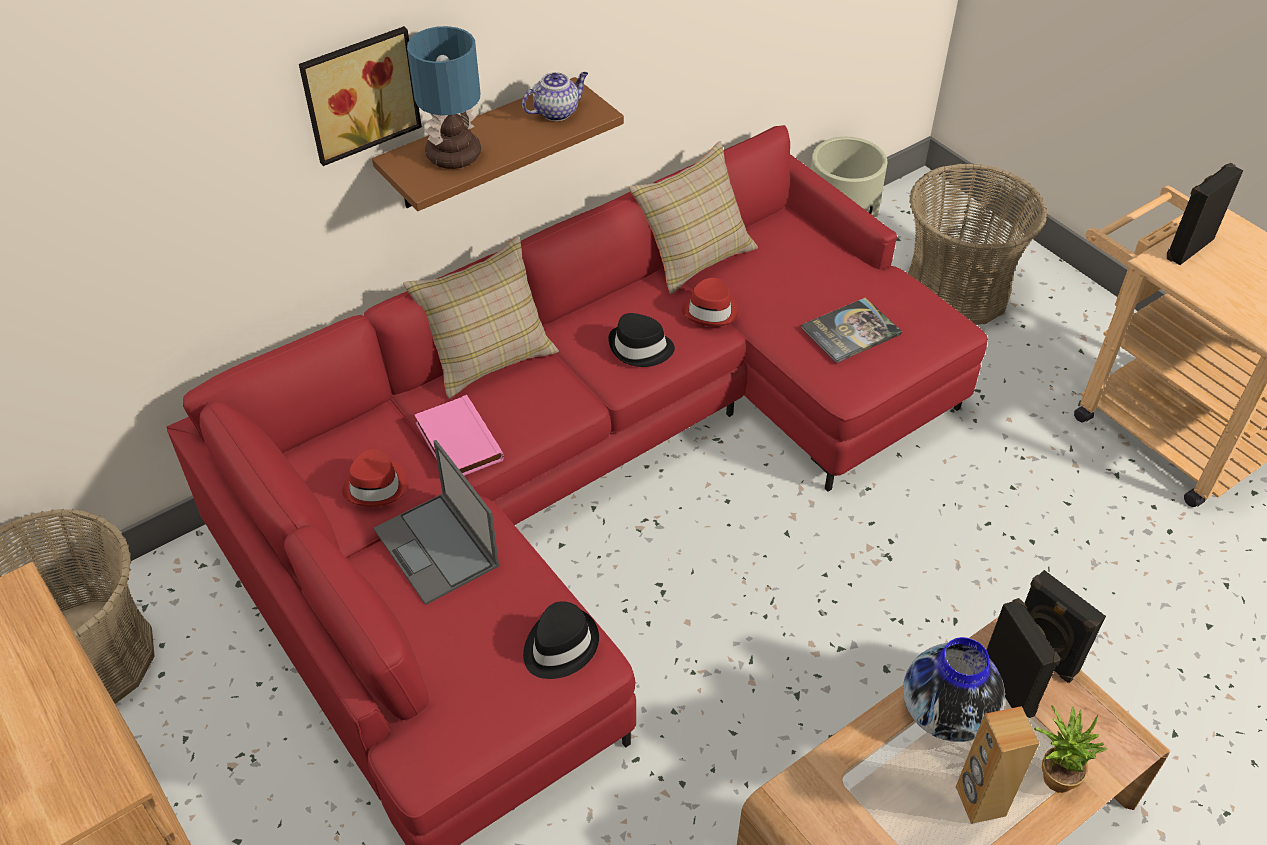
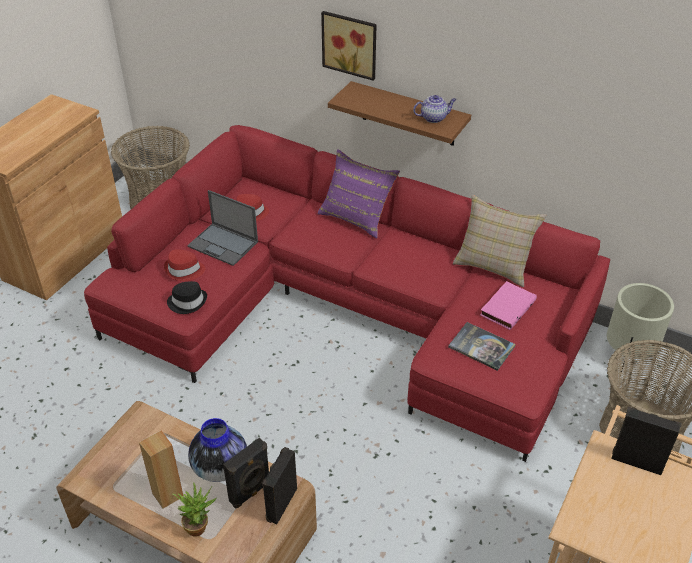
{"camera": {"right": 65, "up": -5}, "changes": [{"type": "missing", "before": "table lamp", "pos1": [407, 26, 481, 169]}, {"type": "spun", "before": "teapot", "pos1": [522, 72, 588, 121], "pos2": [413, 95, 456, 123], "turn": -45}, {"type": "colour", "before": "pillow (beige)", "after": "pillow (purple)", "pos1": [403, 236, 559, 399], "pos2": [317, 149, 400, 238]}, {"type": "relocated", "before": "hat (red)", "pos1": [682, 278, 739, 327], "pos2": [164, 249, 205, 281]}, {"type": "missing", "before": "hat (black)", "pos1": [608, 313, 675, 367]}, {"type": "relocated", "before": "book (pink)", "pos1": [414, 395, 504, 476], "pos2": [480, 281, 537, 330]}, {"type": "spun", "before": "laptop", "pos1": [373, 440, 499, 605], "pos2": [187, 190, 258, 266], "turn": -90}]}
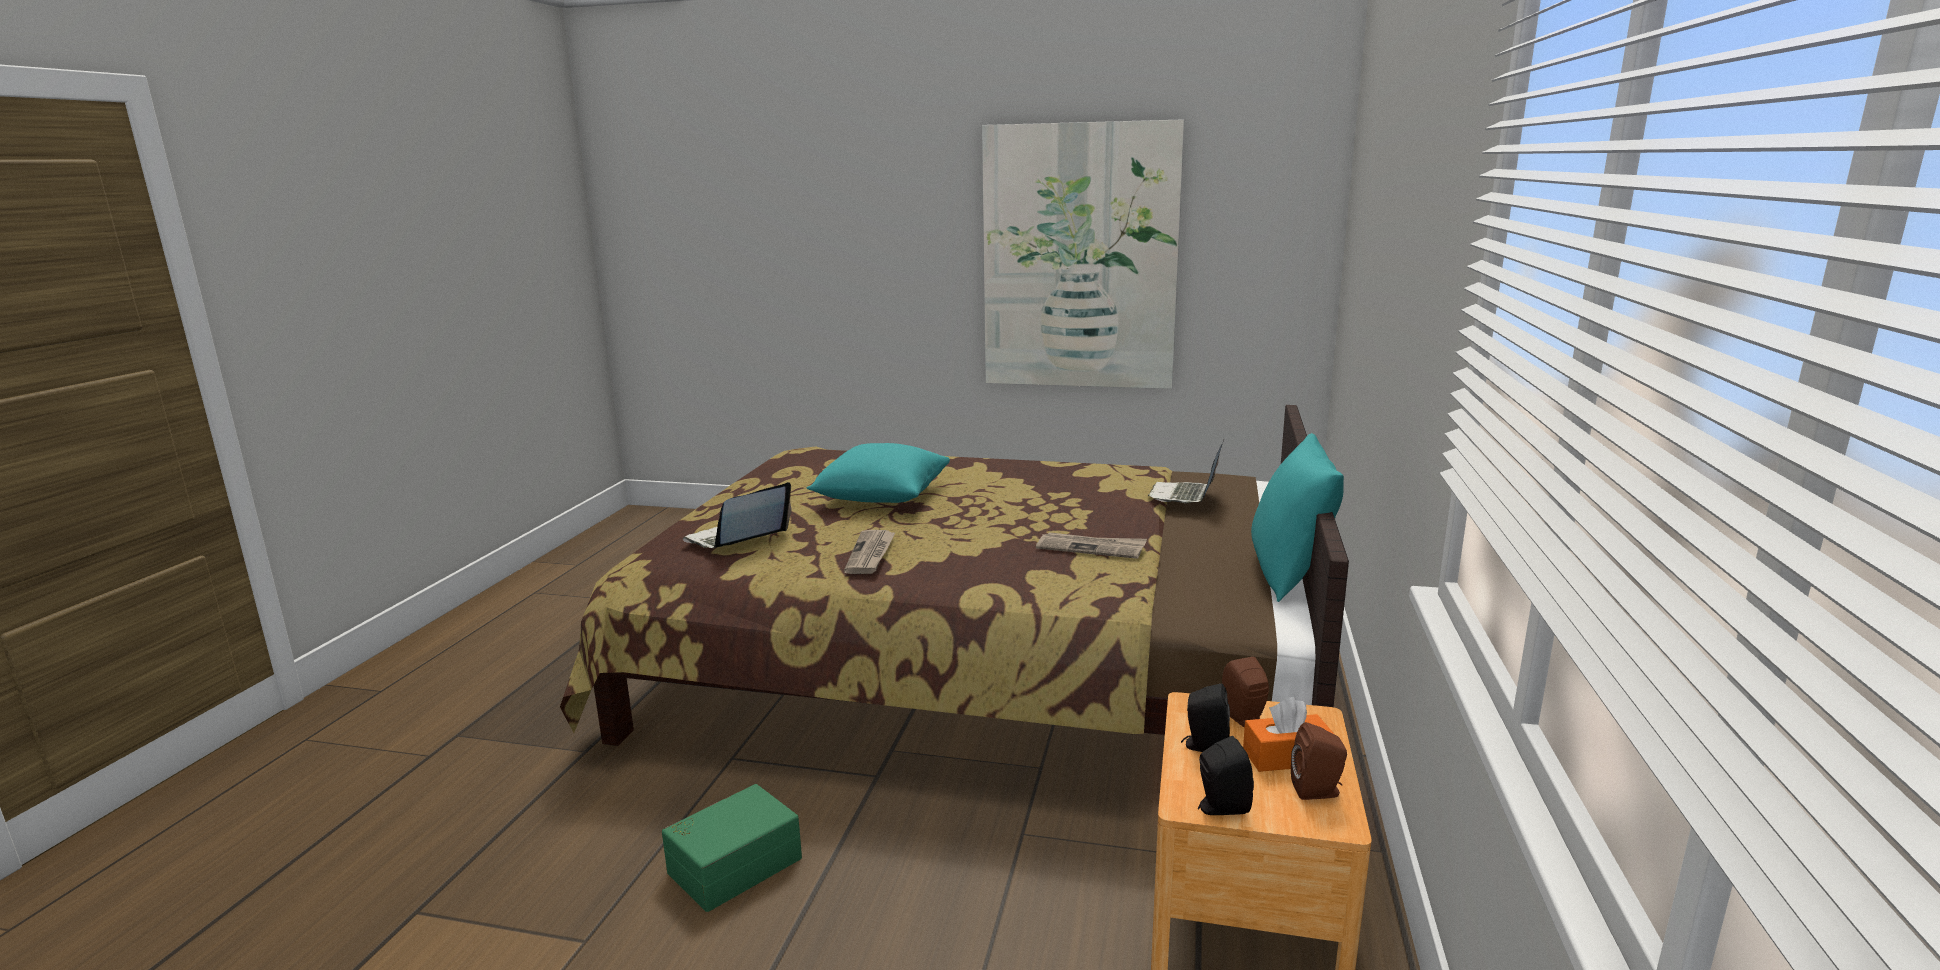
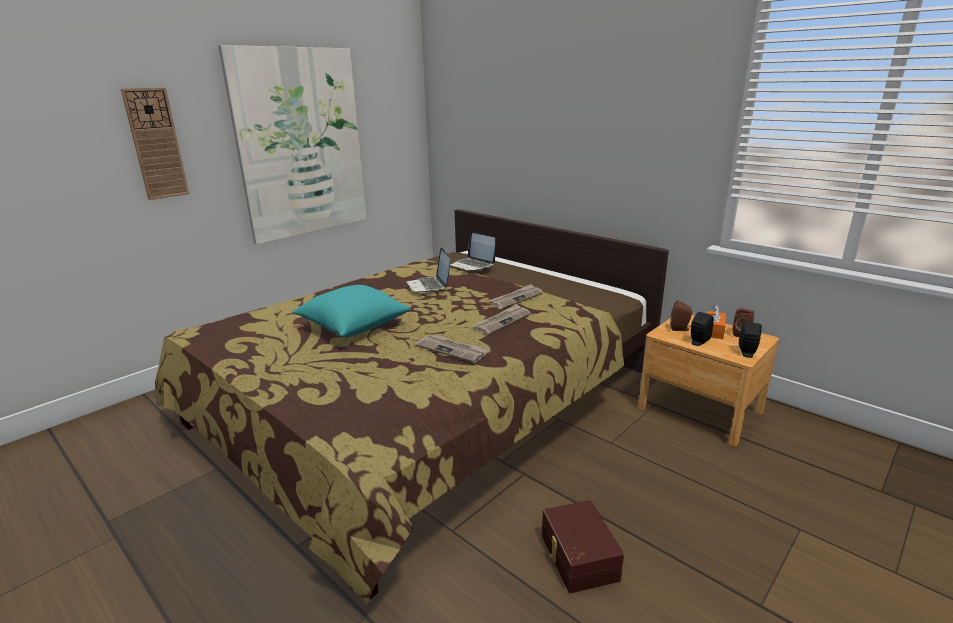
{"camera": {"right": -60, "up": 5}, "changes": [{"type": "missing", "before": "pillow (turquoise)", "pos1": [1251, 433, 1344, 602]}, {"type": "relocated", "before": "laptop", "pos1": [683, 482, 792, 548], "pos2": [405, 247, 450, 293]}, {"type": "colour", "before": "storage box (green)", "after": "storage box (brown)", "pos1": [662, 784, 802, 912], "pos2": [542, 500, 624, 593]}, {"type": "appeared", "after": "wall clock", "pos2": [121, 87, 189, 200]}, {"type": "appeared", "after": "newspaper", "pos2": [473, 304, 531, 335]}]}
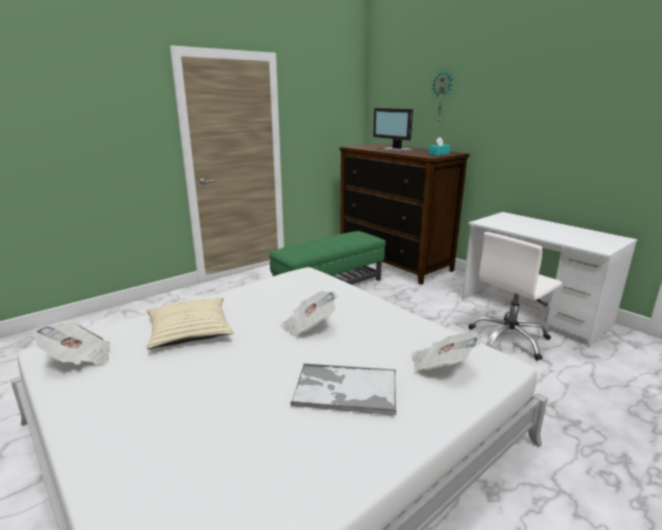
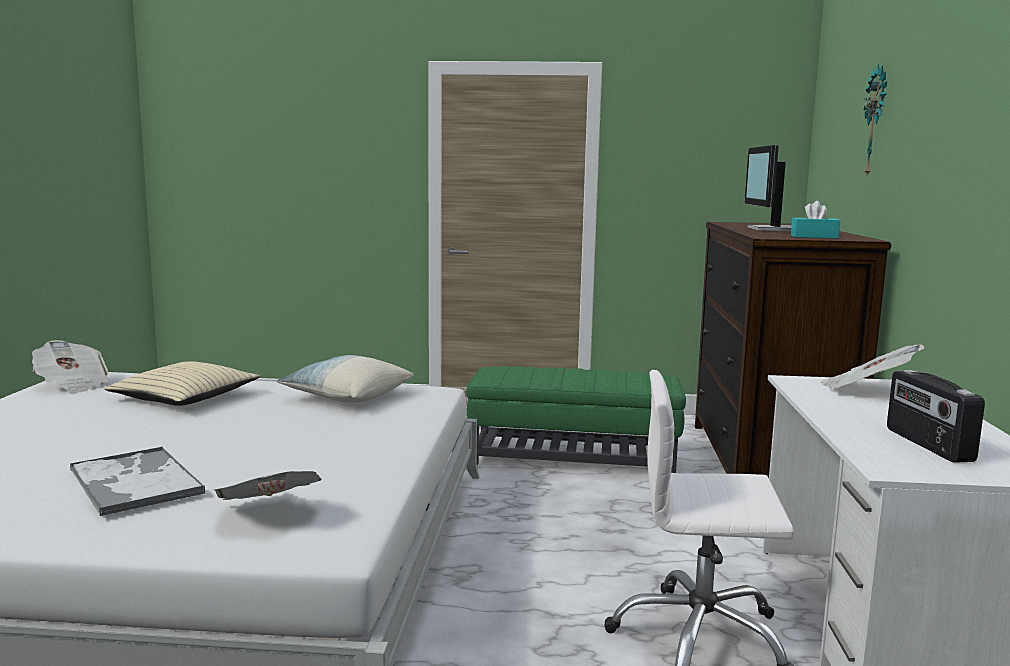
{"camera": {"right": 45, "up": -10}, "changes": [{"type": "relocated", "before": "newspaper", "pos1": [280, 291, 337, 336], "pos2": [821, 345, 924, 389]}, {"type": "appeared", "after": "pillow", "pos2": [276, 355, 413, 403]}, {"type": "appeared", "after": "radio", "pos2": [887, 370, 985, 463]}]}
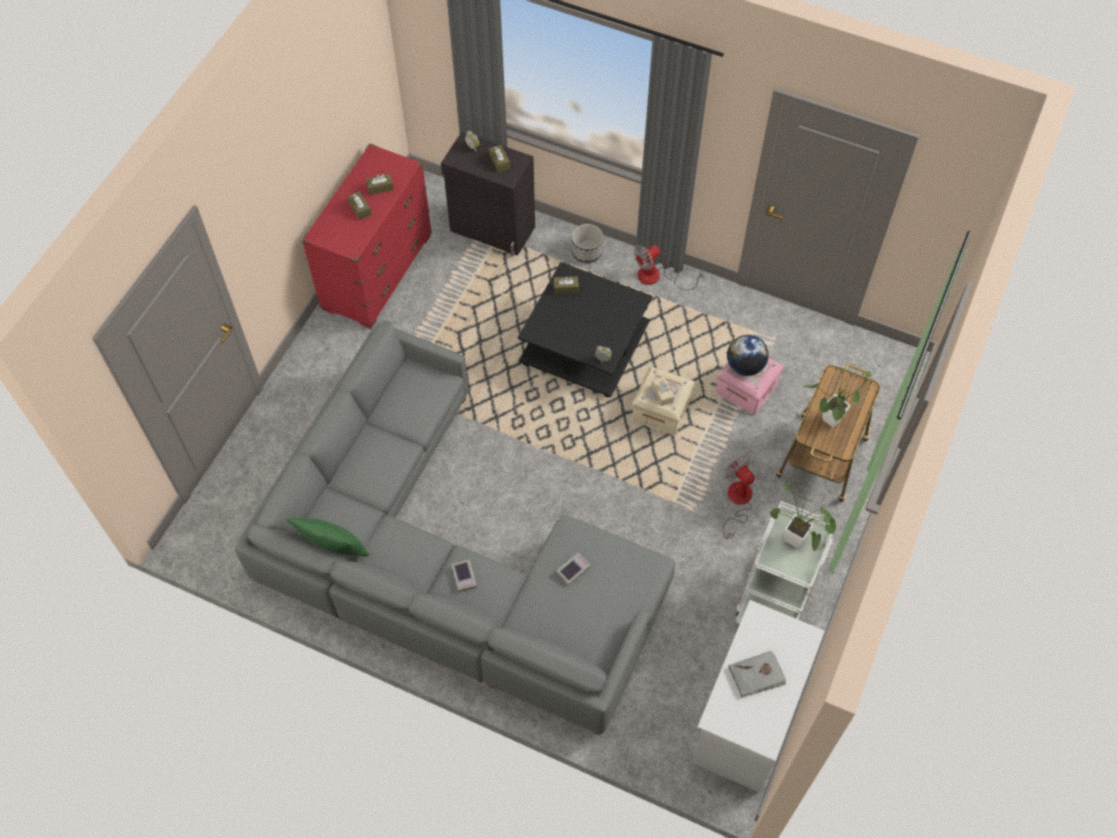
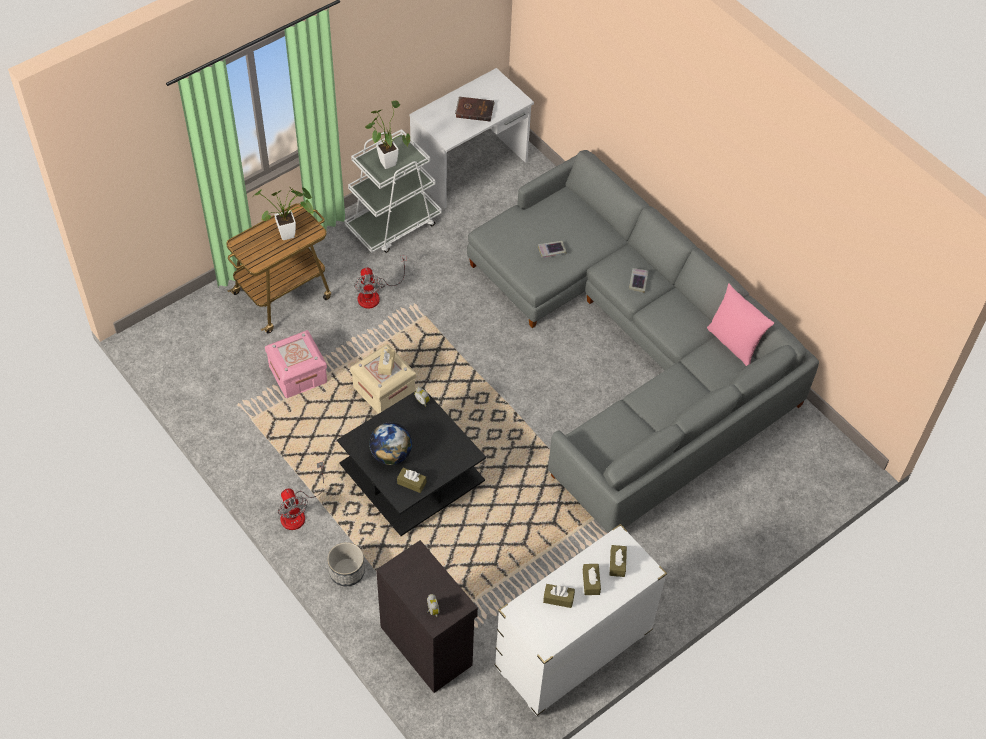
{"camera": {"right": -155, "up": -5}, "changes": [{"type": "colour", "before": "dresser (red)", "after": "dresser (white)", "pos1": [302, 143, 432, 329], "pos2": [495, 524, 667, 716]}, {"type": "relocated", "before": "tissue box (brown)", "pos1": [489, 145, 510, 172], "pos2": [610, 545, 627, 577]}, {"type": "spun", "before": "fan", "pos1": [633, 245, 704, 290], "pos2": [278, 461, 324, 530], "turn": 75}, {"type": "relocated", "before": "globe", "pos1": [727, 335, 769, 376], "pos2": [369, 422, 412, 465]}, {"type": "colour", "before": "pillow (green)", "after": "pillow (pink)", "pos1": [286, 518, 369, 556], "pos2": [707, 284, 774, 366]}, {"type": "colour", "before": "book (grey)", "after": "book (brown)", "pos1": [728, 651, 786, 697], "pos2": [455, 97, 494, 122]}]}
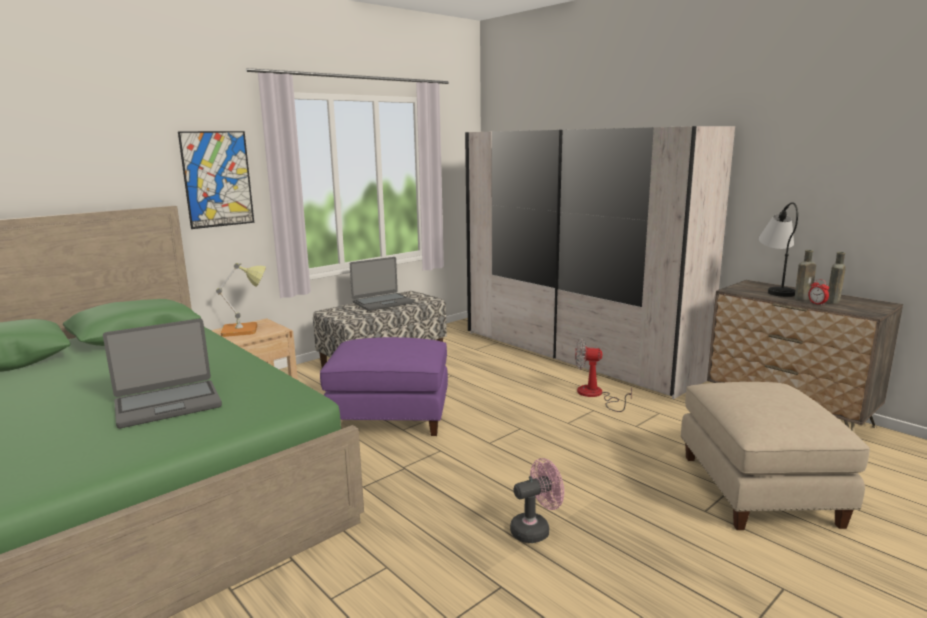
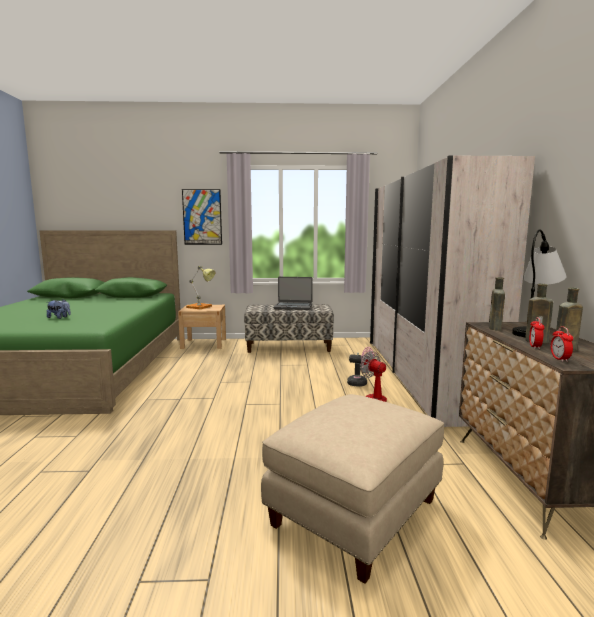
{"camera": {"right": 40, "up": -5}, "changes": [{"type": "exchanged", "before": "laptop", "after": "plush toy", "pos1": [103, 319, 222, 428], "pos2": [46, 299, 71, 319]}, {"type": "missing", "before": "ottoman (purple)", "pos1": [320, 337, 448, 436]}, {"type": "relocated", "before": "fan (pink)", "pos1": [510, 458, 564, 543], "pos2": [347, 347, 374, 387]}, {"type": "appeared", "after": "bottle (brown)", "pos2": [489, 277, 505, 331]}, {"type": "appeared", "after": "alarm clock", "pos2": [551, 326, 573, 362]}]}
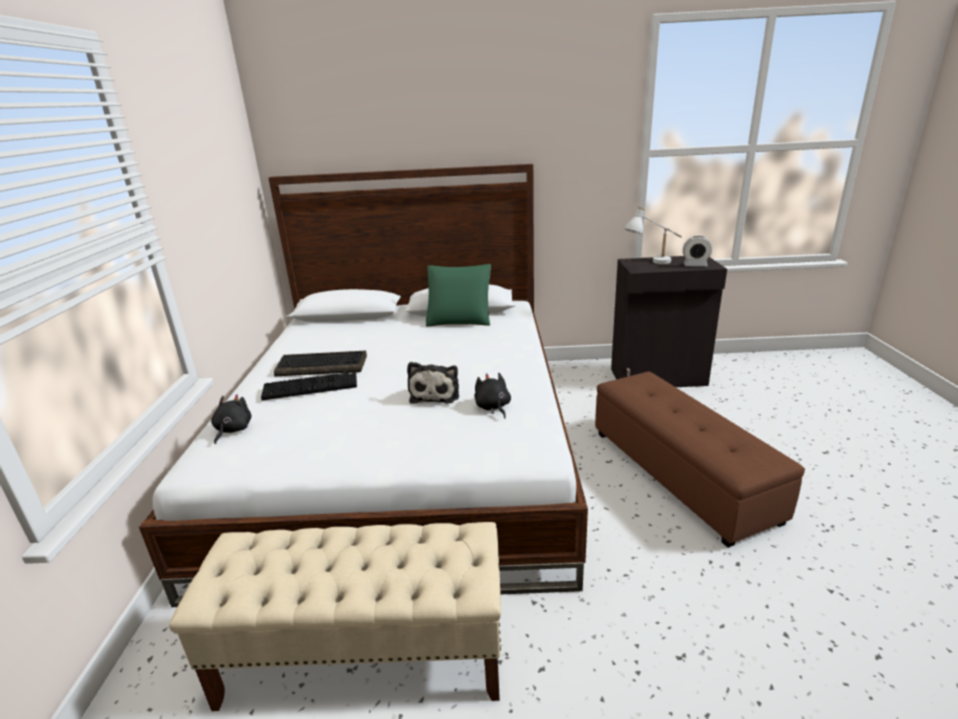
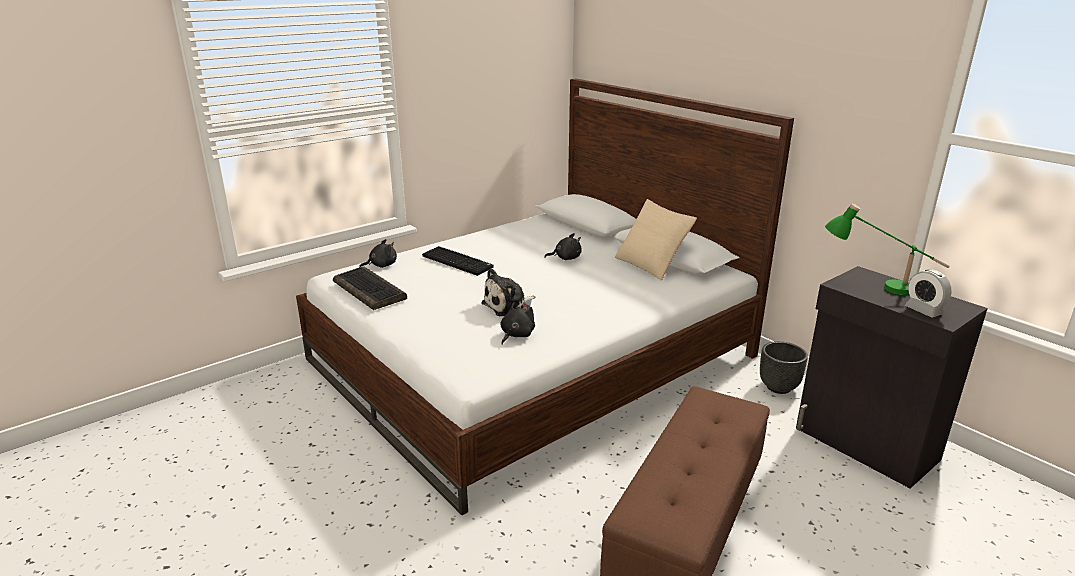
{"camera": {"right": 50, "up": 0}, "changes": [{"type": "colour", "before": "table lamp (white)", "after": "table lamp (green)", "pos1": [624, 207, 682, 264], "pos2": [825, 203, 950, 295]}, {"type": "colour", "before": "pillow (green)", "after": "pillow (beige)", "pos1": [426, 264, 491, 327], "pos2": [615, 199, 697, 280]}, {"type": "relocated", "before": "keyboard", "pos1": [274, 351, 367, 376], "pos2": [333, 267, 407, 310]}, {"type": "missing", "before": "bench (beige)", "pos1": [169, 522, 501, 711]}, {"type": "appeared", "after": "plush toy (black)", "pos2": [544, 233, 582, 260]}, {"type": "appeared", "after": "planter (black)", "pos2": [760, 341, 808, 394]}]}
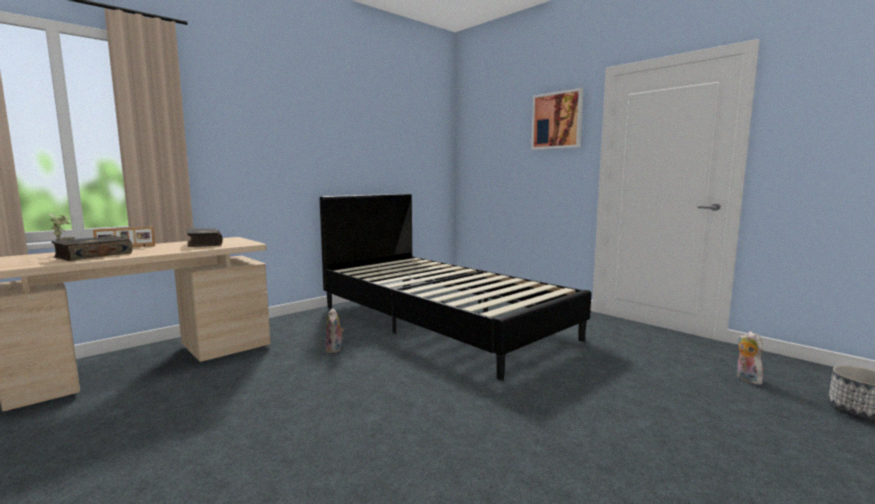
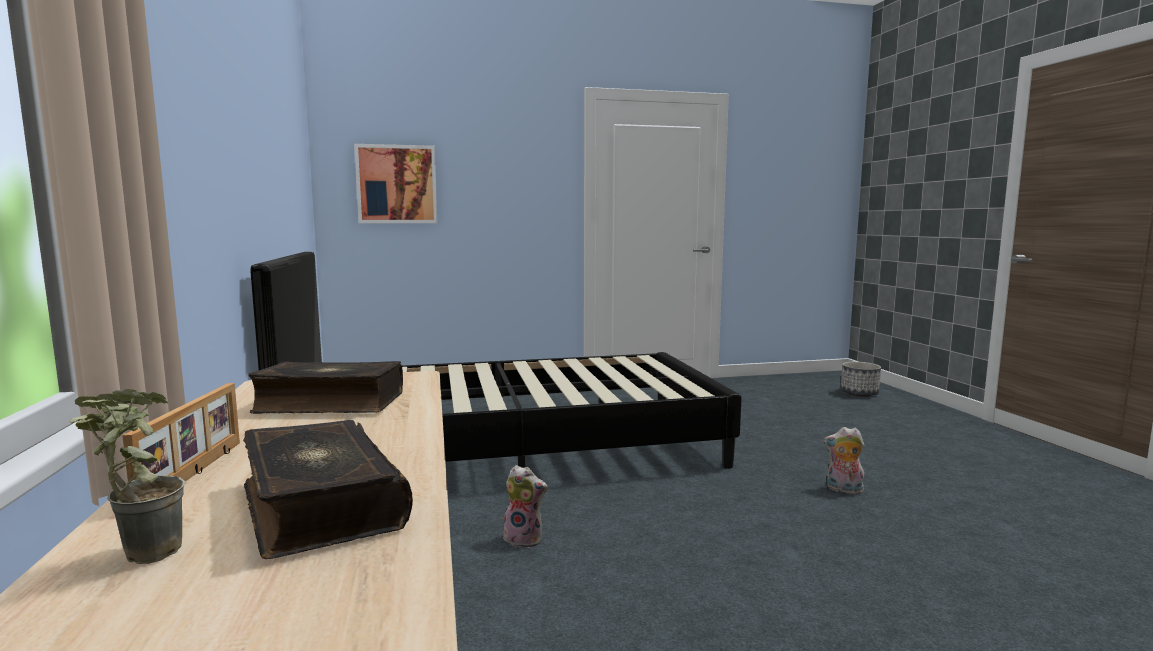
{"camera": {"right": -60, "up": 0}, "changes": [{"type": "relocated", "before": "picture", "pos1": [531, 88, 583, 150], "pos2": [354, 144, 437, 223]}, {"type": "relocated", "before": "plush toy", "pos1": [737, 331, 764, 385], "pos2": [824, 427, 865, 494]}]}
